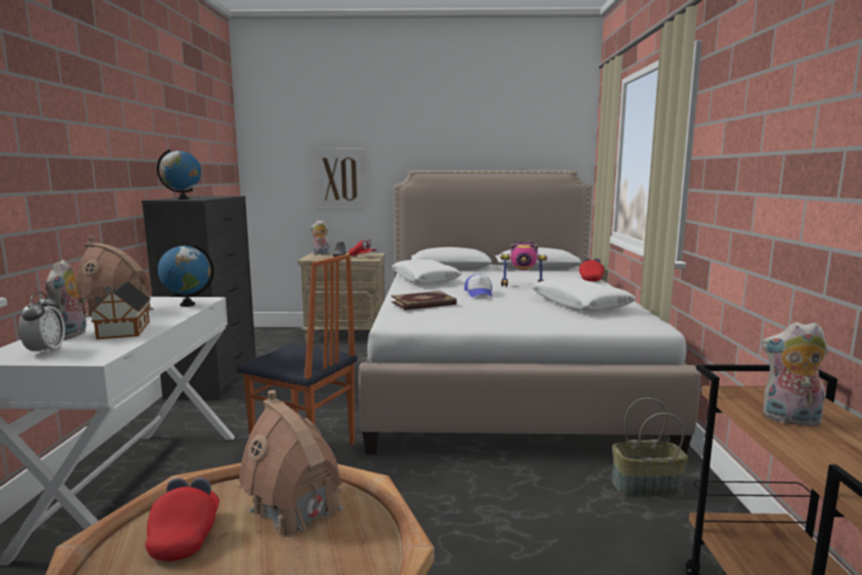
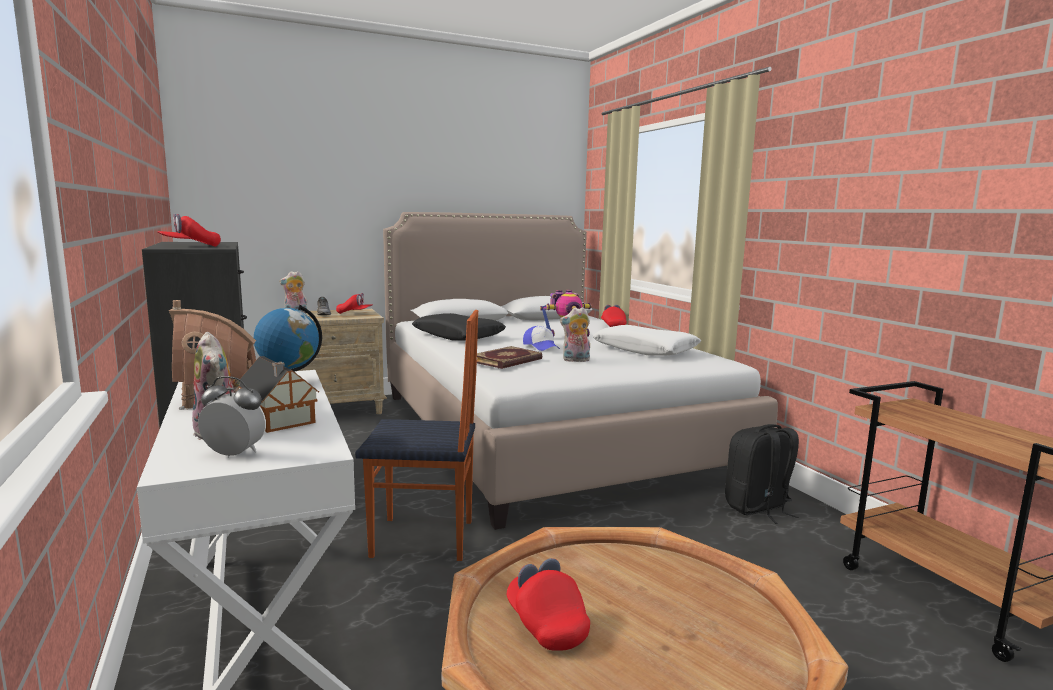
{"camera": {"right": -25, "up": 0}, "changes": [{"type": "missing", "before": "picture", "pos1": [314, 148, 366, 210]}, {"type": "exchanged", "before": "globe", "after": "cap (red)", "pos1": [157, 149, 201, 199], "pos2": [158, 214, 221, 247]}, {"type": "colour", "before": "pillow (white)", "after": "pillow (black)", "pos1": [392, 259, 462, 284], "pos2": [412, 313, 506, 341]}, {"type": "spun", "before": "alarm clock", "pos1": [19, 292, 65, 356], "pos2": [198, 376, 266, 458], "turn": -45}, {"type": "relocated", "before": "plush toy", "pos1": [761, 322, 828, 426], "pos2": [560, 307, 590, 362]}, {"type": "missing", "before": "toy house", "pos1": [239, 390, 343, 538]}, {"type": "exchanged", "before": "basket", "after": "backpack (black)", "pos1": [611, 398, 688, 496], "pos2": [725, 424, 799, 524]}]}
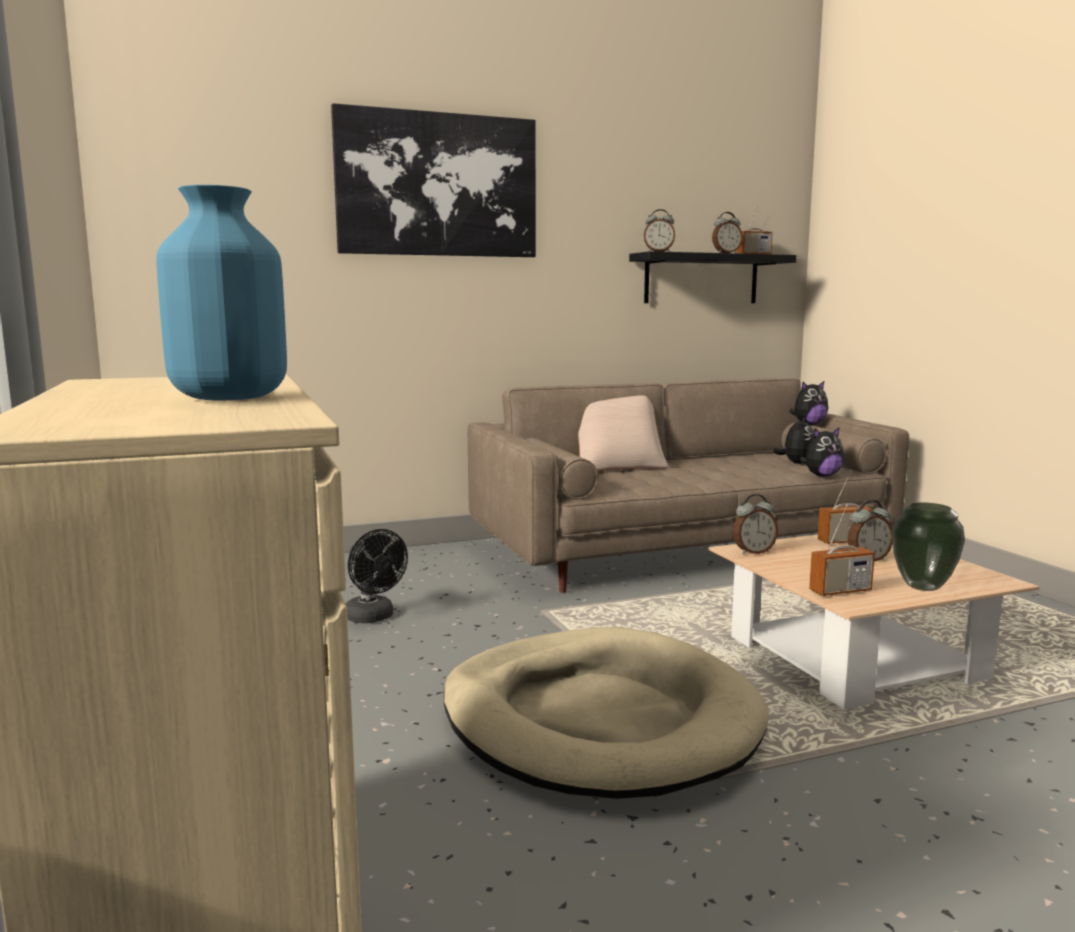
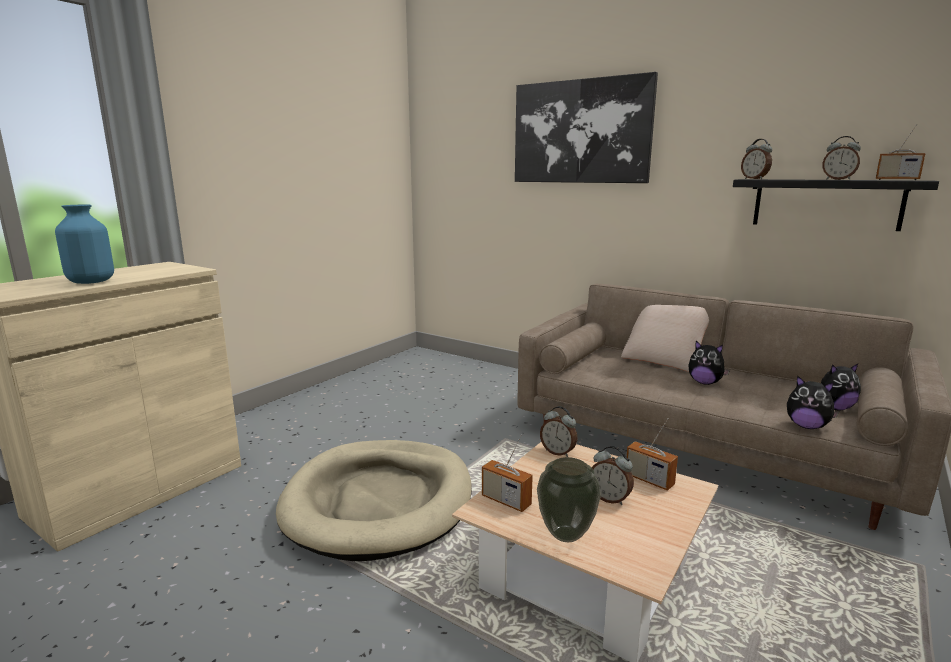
{"camera": {"right": 55, "up": 5}, "changes": [{"type": "relocated", "before": "plush toy", "pos1": [789, 381, 828, 425], "pos2": [688, 341, 730, 385]}, {"type": "missing", "before": "fan (black)", "pos1": [345, 529, 408, 623]}]}
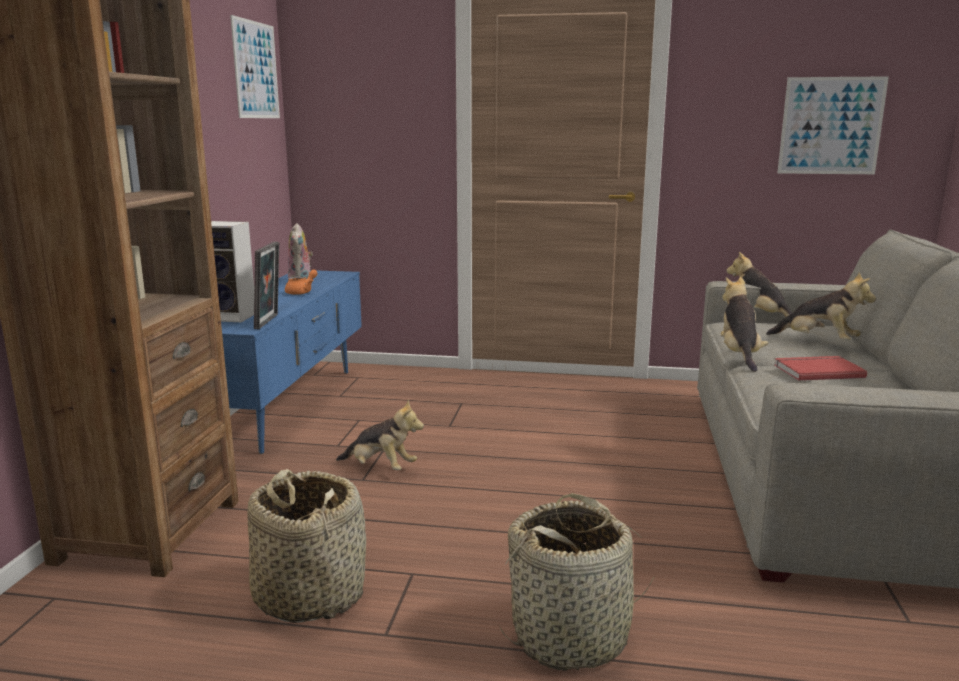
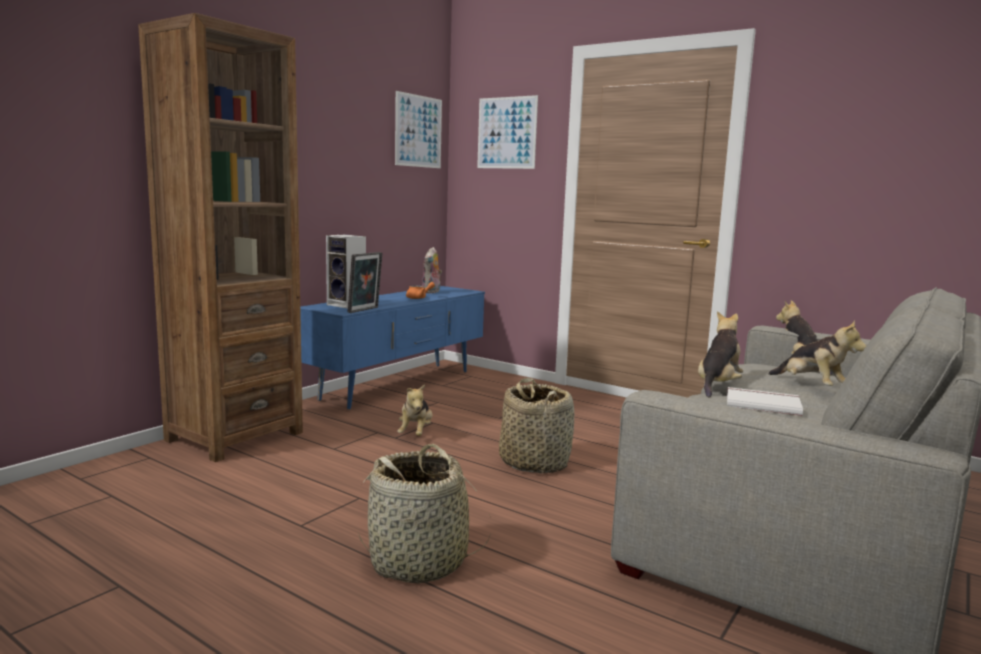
{"camera": {"right": 25, "up": -5}, "changes": [{"type": "relocated", "before": "picture", "pos1": [777, 76, 889, 174], "pos2": [477, 95, 538, 169]}, {"type": "colour", "before": "book (red)", "after": "book (white)", "pos1": [774, 356, 867, 381], "pos2": [727, 387, 803, 416]}, {"type": "spun", "before": "plush toy", "pos1": [336, 400, 424, 470], "pos2": [398, 384, 432, 436], "turn": 45}, {"type": "relocated", "before": "basket", "pos1": [248, 469, 366, 623], "pos2": [499, 378, 574, 474]}]}
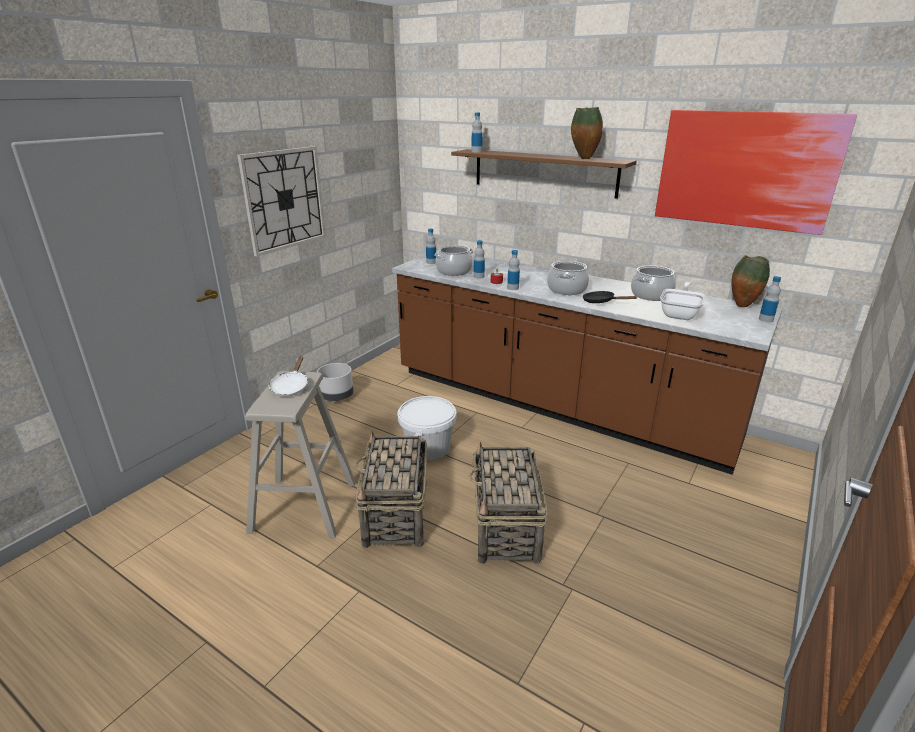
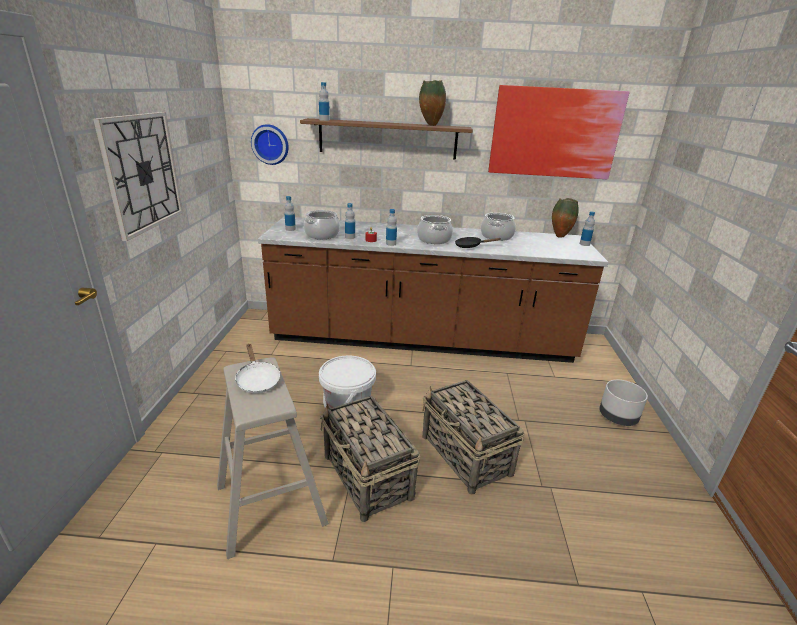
{"camera": {"right": -30, "up": 0}, "changes": [{"type": "missing", "before": "frying pan", "pos1": [660, 282, 706, 320]}, {"type": "relocated", "before": "planter (grey)", "pos1": [317, 363, 353, 401], "pos2": [599, 380, 648, 426]}, {"type": "appeared", "after": "wall clock", "pos2": [251, 124, 289, 165]}]}
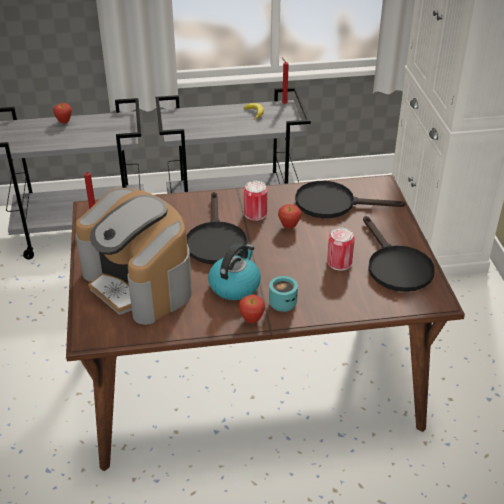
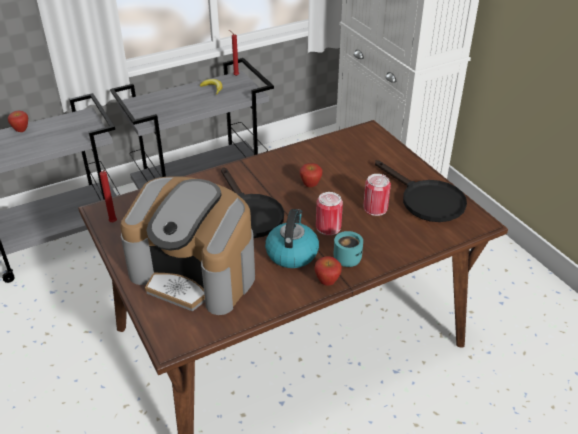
{"camera": {"right": -20, "up": 0}, "changes": [{"type": "relocated", "before": "can", "pos1": [244, 181, 268, 221], "pos2": [316, 192, 343, 235]}, {"type": "missing", "before": "frying pan (black)", "pos1": [295, 181, 406, 218]}]}
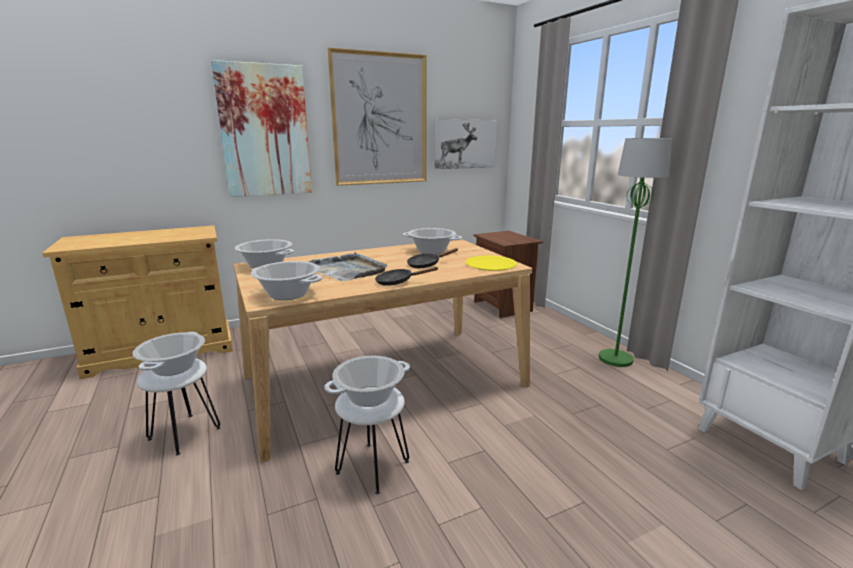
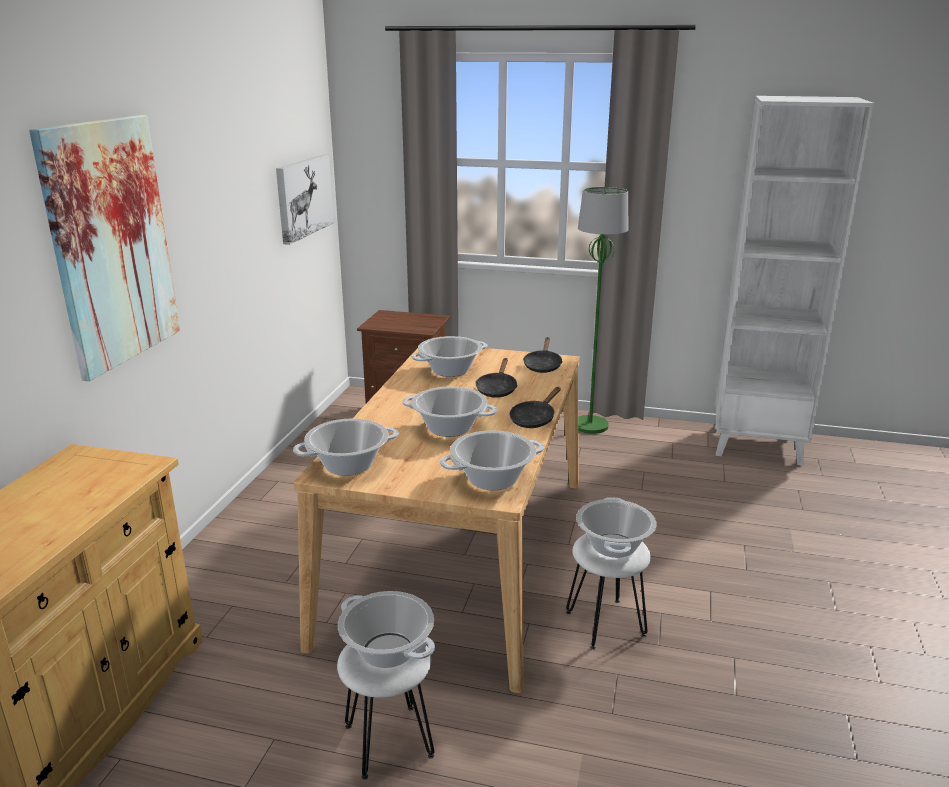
{"camera": {"right": -50, "up": 5}, "changes": [{"type": "missing", "before": "picture", "pos1": [328, 48, 426, 186]}, {"type": "exchanged", "before": "tray (grey)", "after": "cooking pot", "pos1": [308, 252, 387, 281], "pos2": [403, 386, 497, 437]}, {"type": "exchanged", "before": "plate (yellow)", "after": "frying pan (black)", "pos1": [465, 255, 517, 271], "pos2": [523, 337, 563, 373]}]}
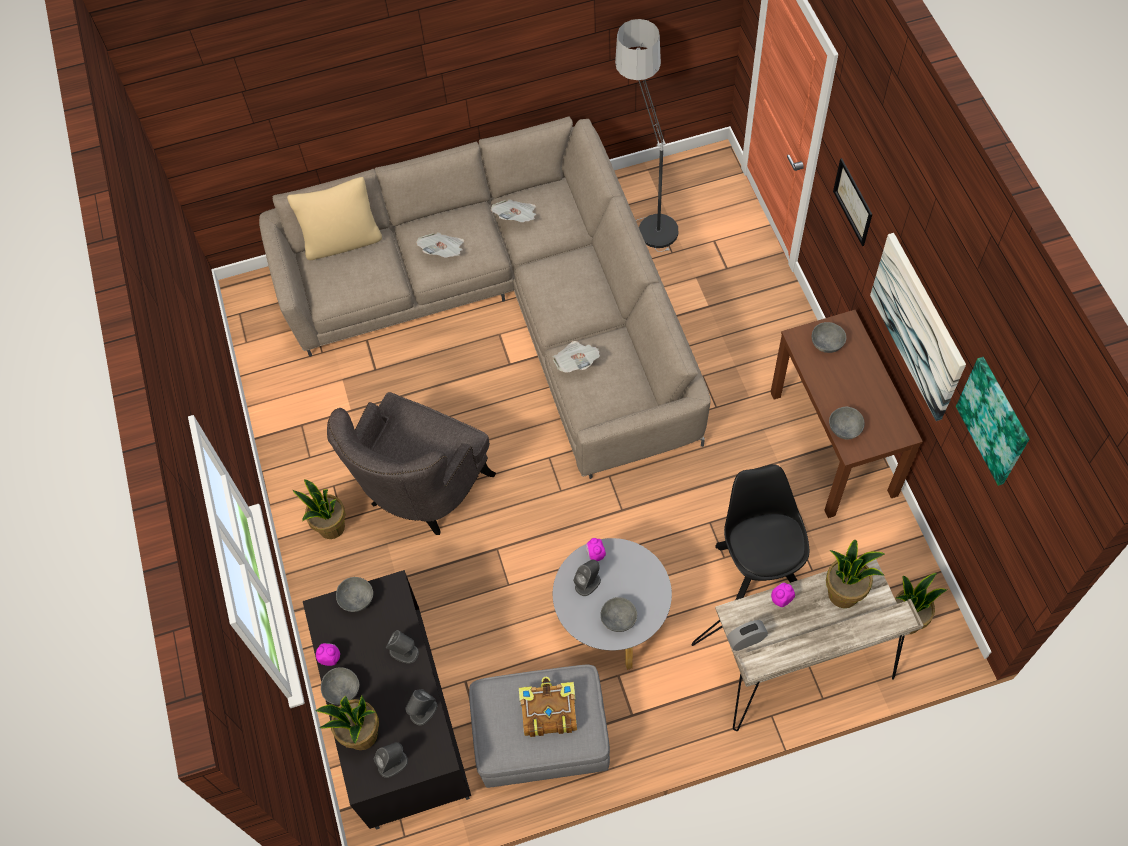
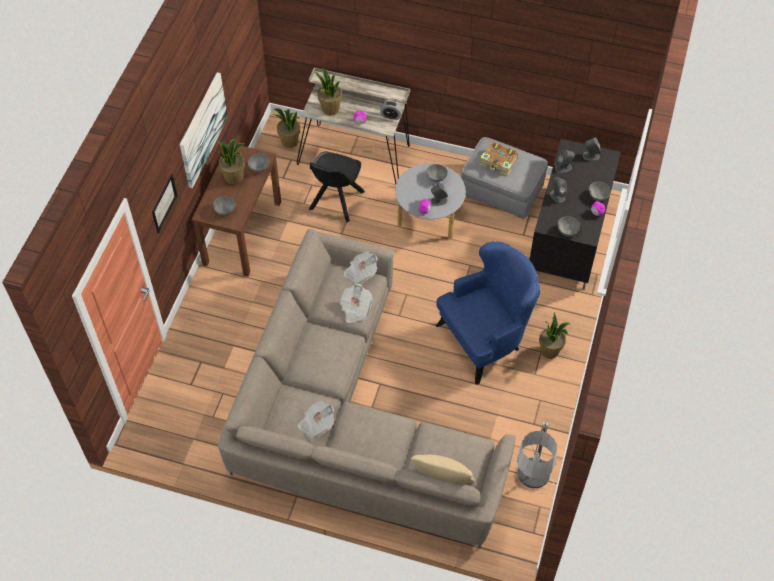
{"camera": {"right": -150, "up": -5}, "changes": [{"type": "relocated", "before": "floor lamp", "pos1": [615, 19, 678, 252], "pos2": [517, 420, 557, 494]}, {"type": "relocated", "before": "newspaper", "pos1": [416, 232, 464, 258], "pos2": [343, 251, 378, 284]}, {"type": "missing", "before": "picture", "pos1": [956, 357, 1029, 486]}, {"type": "colour", "before": "armchair (grey)", "after": "armchair (blue)", "pos1": [327, 392, 496, 535], "pos2": [436, 241, 540, 385]}, {"type": "relocated", "before": "potted plant", "pos1": [315, 696, 379, 750], "pos2": [218, 139, 245, 185]}]}
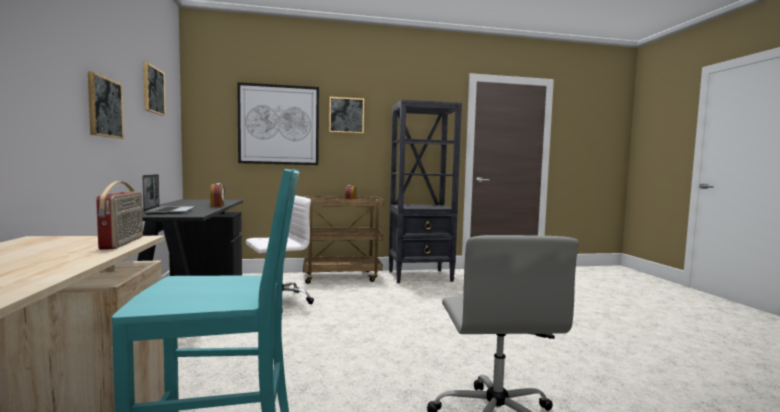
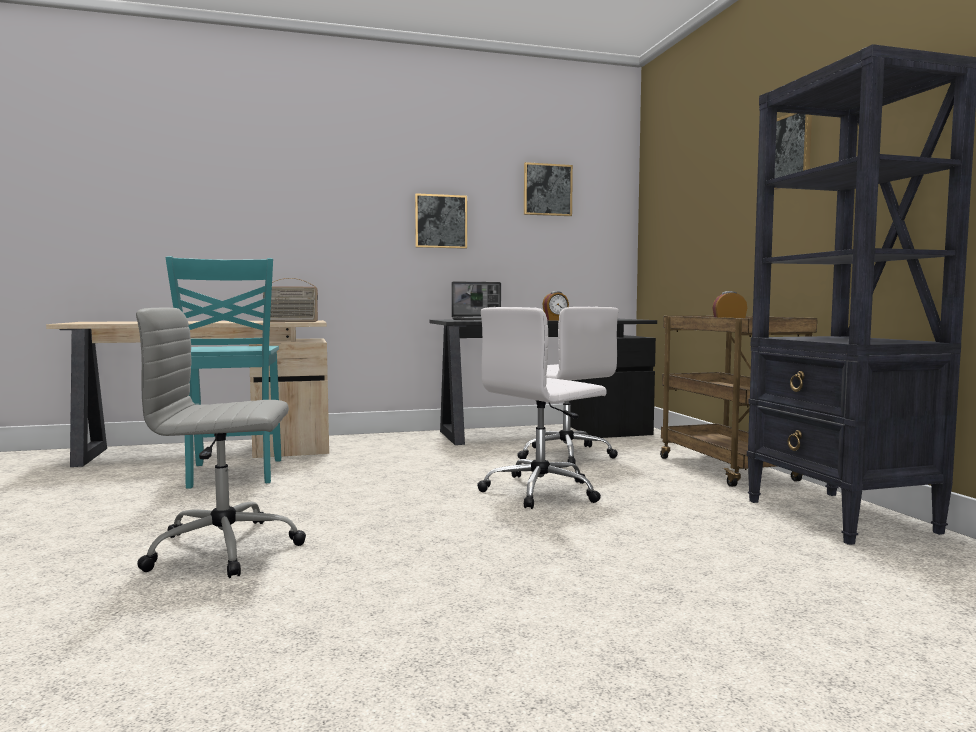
{"camera": {"right": 85, "up": 0}, "changes": [{"type": "missing", "before": "picture", "pos1": [237, 82, 319, 165]}, {"type": "appeared", "after": "office chair (white)", "pos2": [477, 307, 606, 509]}]}
